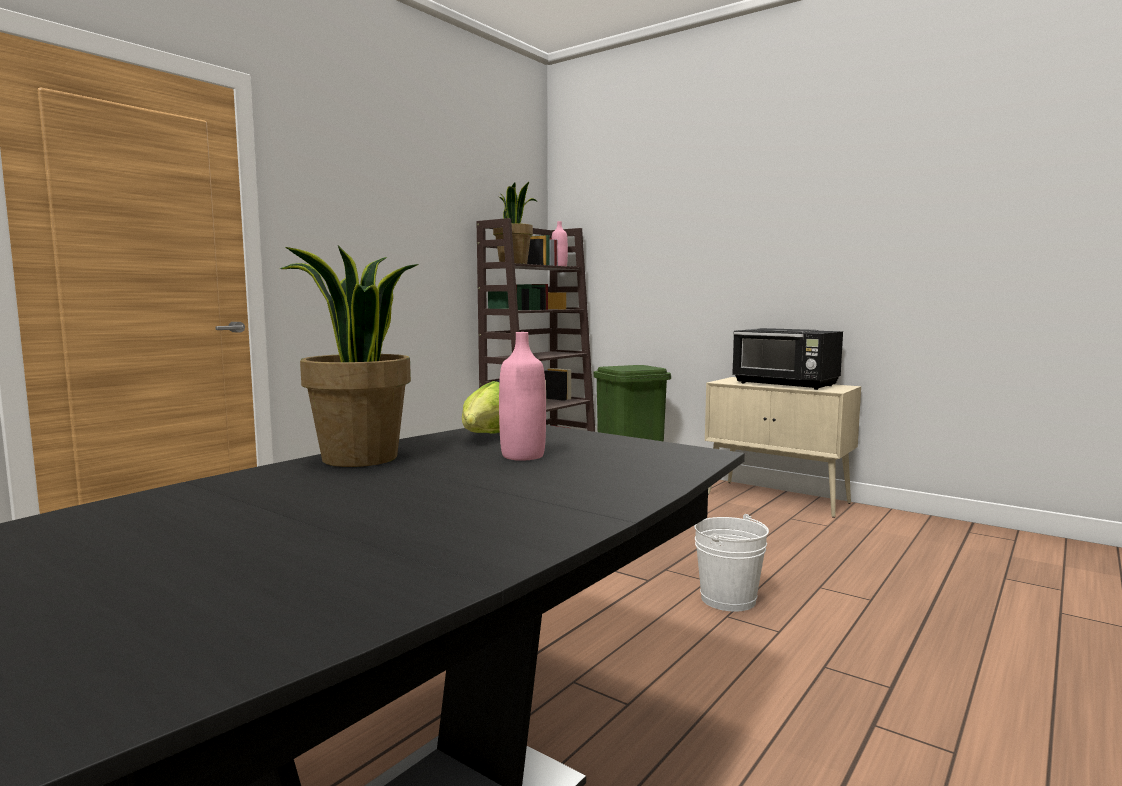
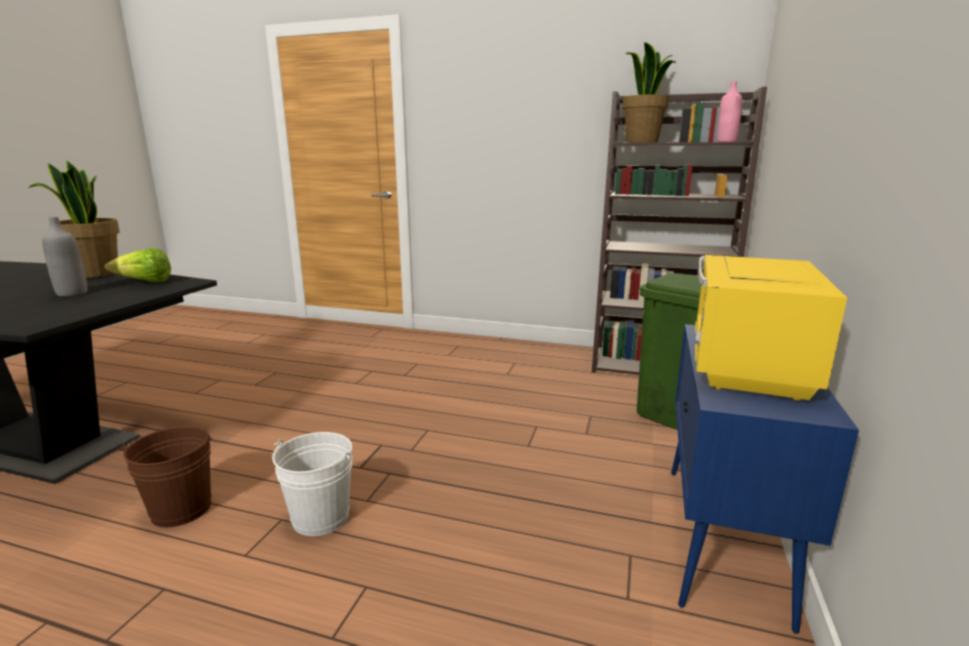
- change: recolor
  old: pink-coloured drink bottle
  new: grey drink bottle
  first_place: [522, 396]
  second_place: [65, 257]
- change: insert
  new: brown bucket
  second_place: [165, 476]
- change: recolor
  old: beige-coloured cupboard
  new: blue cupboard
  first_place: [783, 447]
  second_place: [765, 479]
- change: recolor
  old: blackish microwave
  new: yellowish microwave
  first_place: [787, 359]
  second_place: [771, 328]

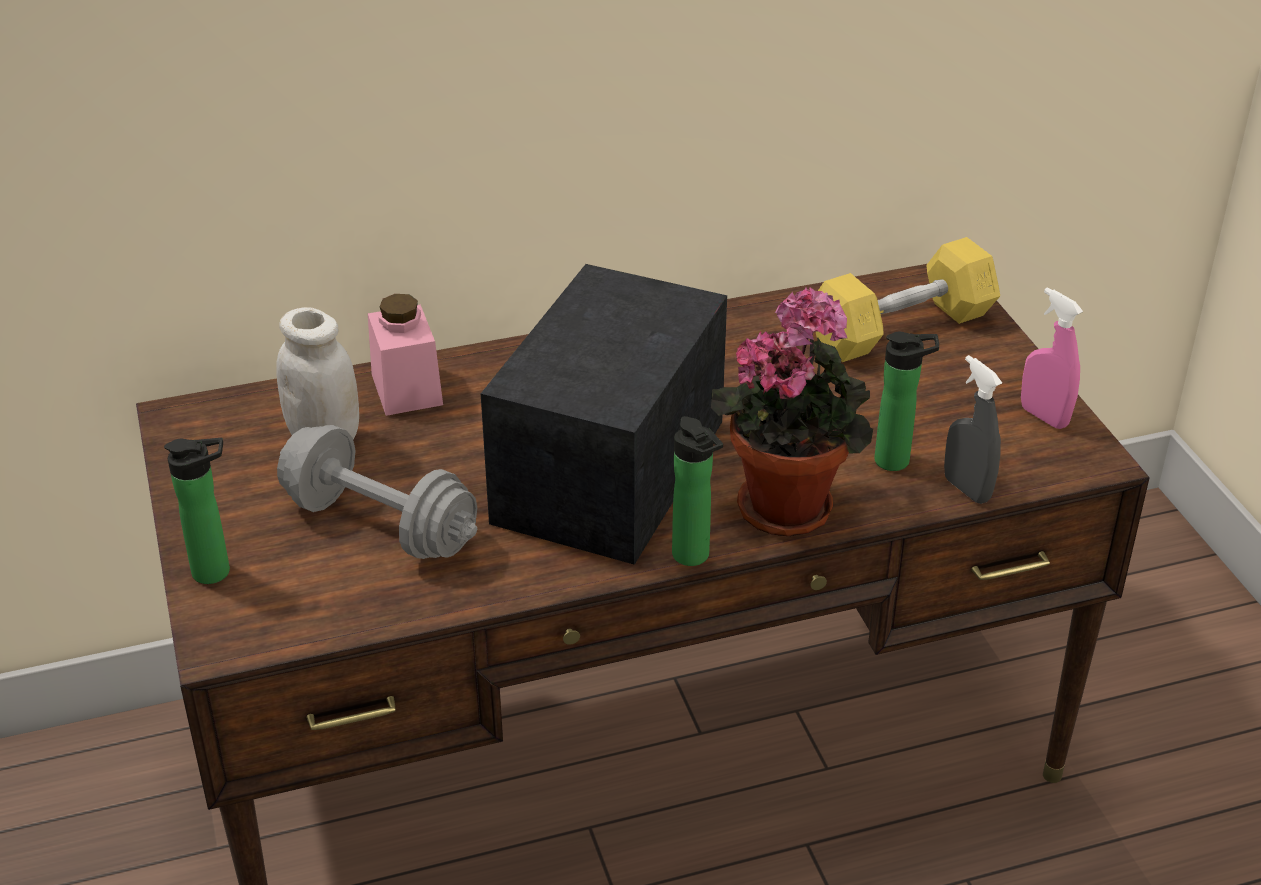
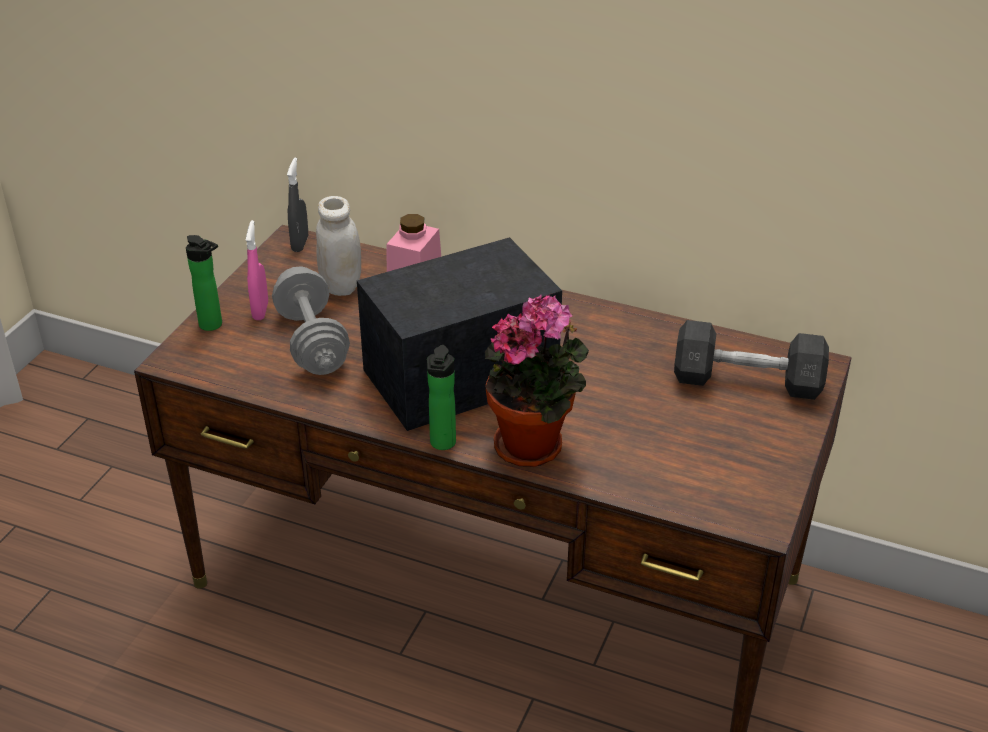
- change: move
  old: pink-coloured spray bottle
  first_place: [1052, 358]
  second_place: [257, 270]
- change: move
  old: grey spray bottle
  first_place: [973, 429]
  second_place: [297, 205]
- change: recolor
  old: yellowish hand weight
  new: grey hand weight
  first_place: [907, 299]
  second_place: [751, 360]
- change: delete
  old: drink bottle
  first_place: [906, 401]

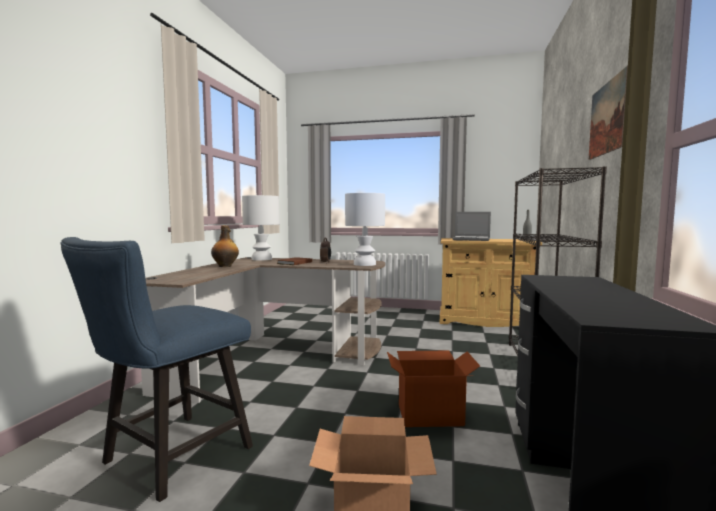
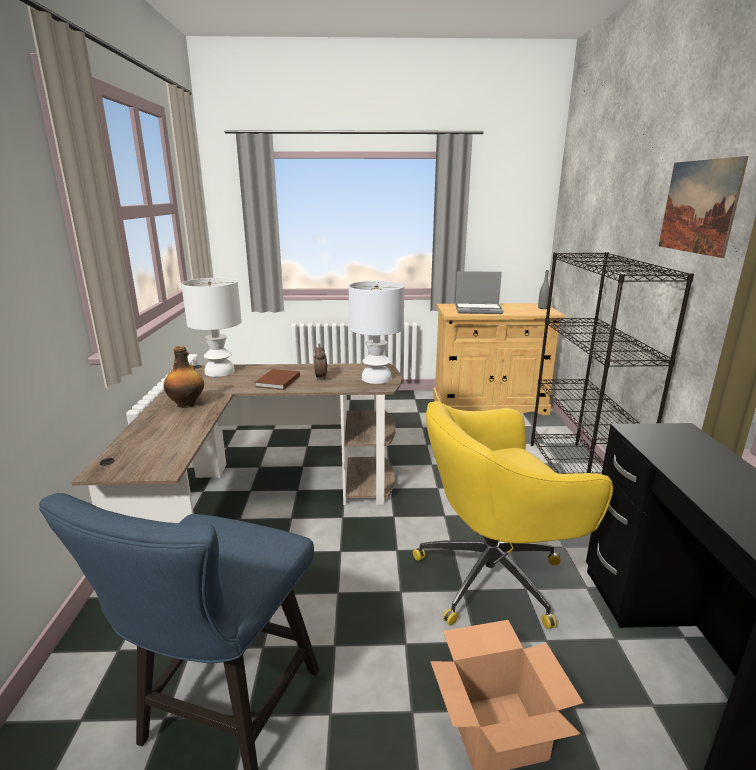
- change: replace
  old: packing box
  new: yellowish computer chair
  first_place: [433, 389]
  second_place: [513, 515]

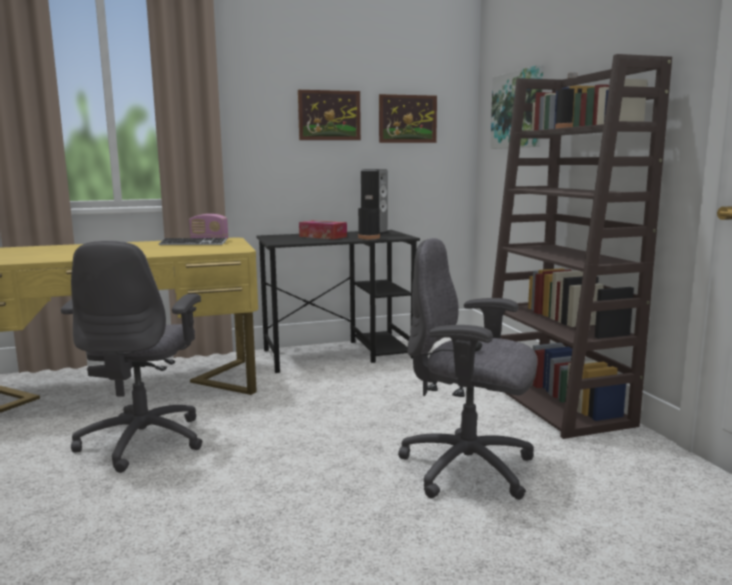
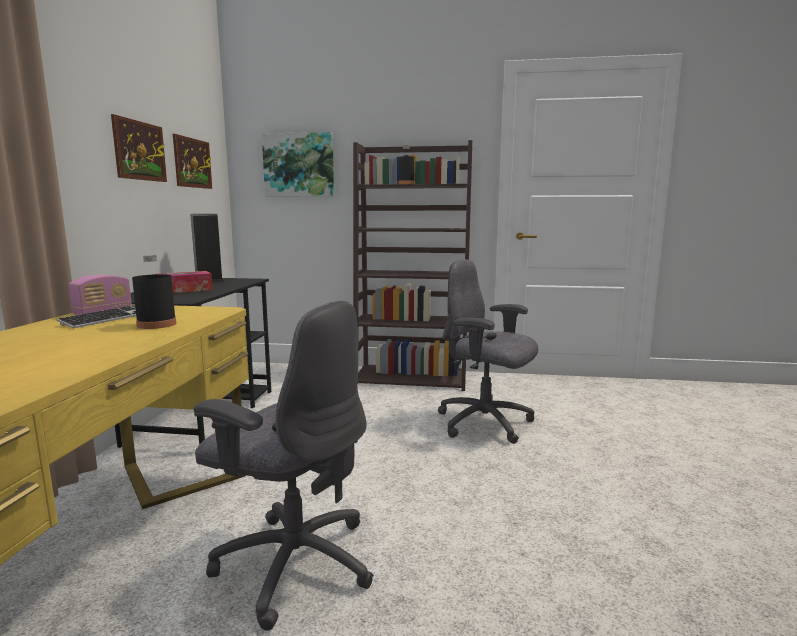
- change: move
  old: blackish drink bottle
  first_place: [369, 217]
  second_place: [154, 292]
- change: rotate
  old: grey computer chair
  first_place: [468, 369]
  second_place: [488, 351]
  degrees: 75

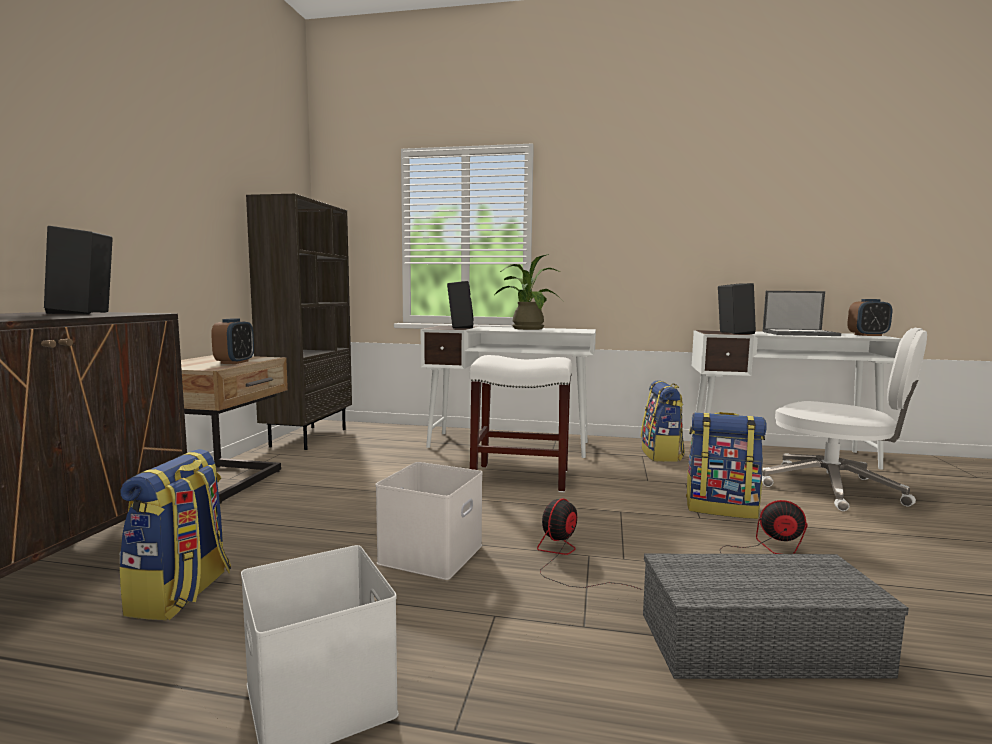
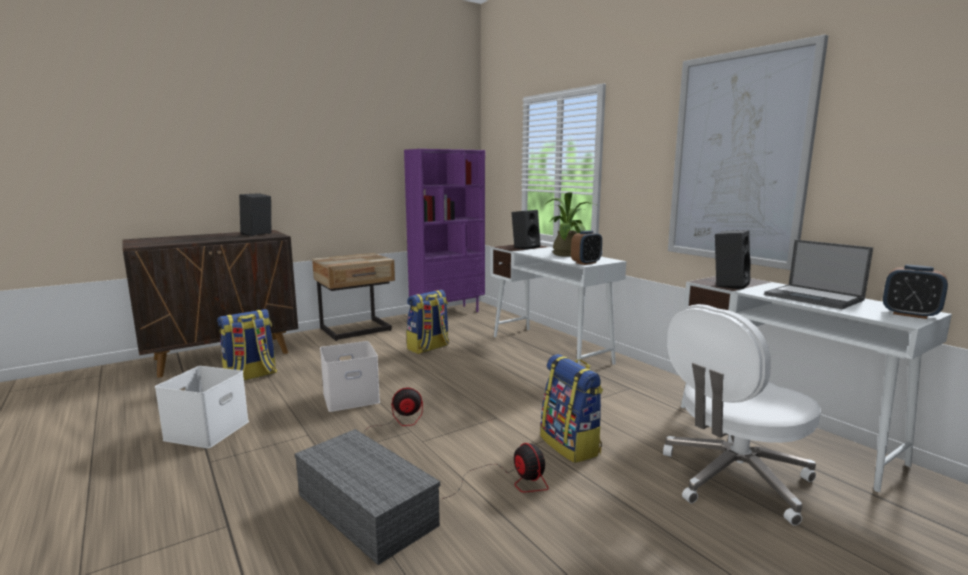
- change: recolor
  old: brown bookshelf
  new: purplish bookshelf
  first_place: [299, 322]
  second_place: [444, 230]
- change: move
  old: rucksack
  first_place: [663, 421]
  second_place: [428, 322]
- change: move
  old: bedside clock
  first_place: [232, 341]
  second_place: [586, 247]
- change: rotate
  old: white computer chair
  first_place: [844, 419]
  second_place: [742, 415]
  degrees: 60
- change: insert
  new: wall art
  second_place: [748, 152]
- change: delete
  old: white stool
  first_place: [521, 423]

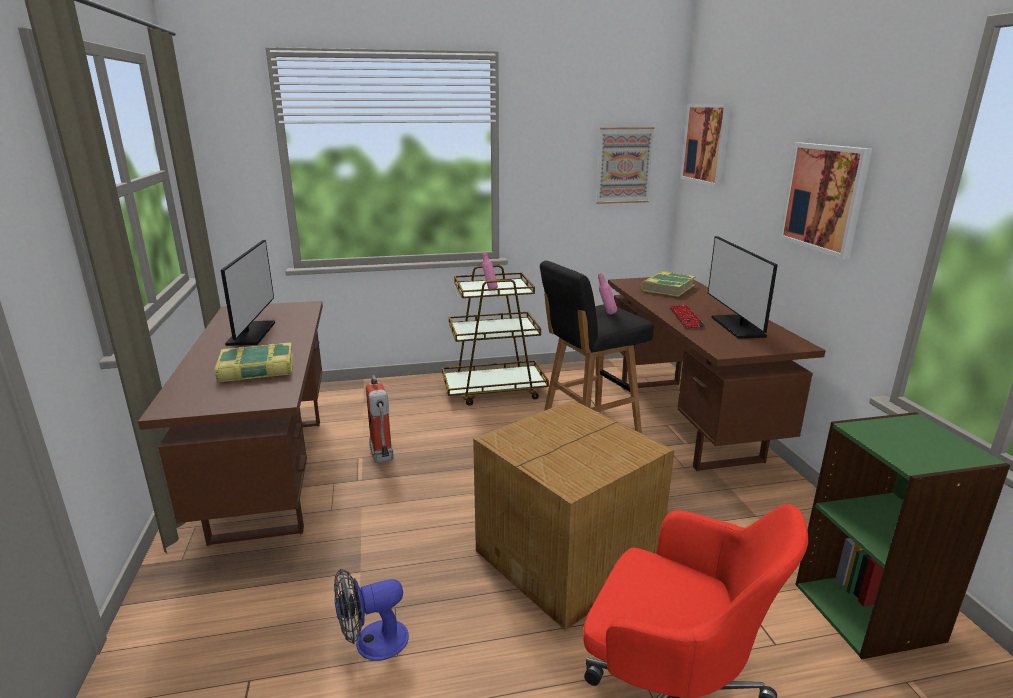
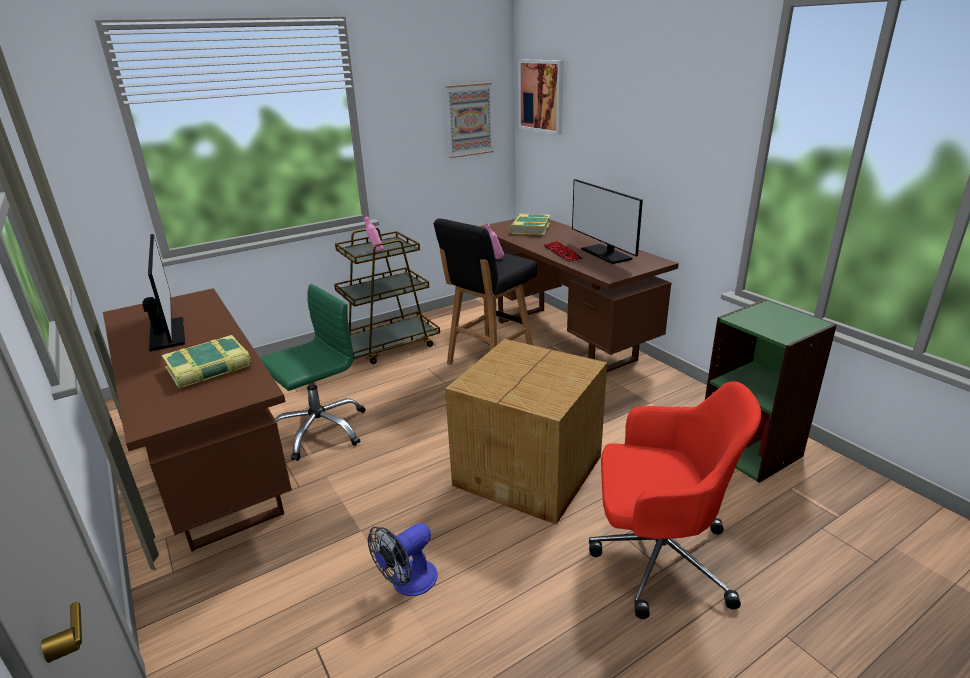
- change: replace
  old: fire-fighting cylinder
  new: green computer chair
  first_place: [380, 419]
  second_place: [312, 372]
- change: delete
  old: wall art
  first_place: [825, 200]

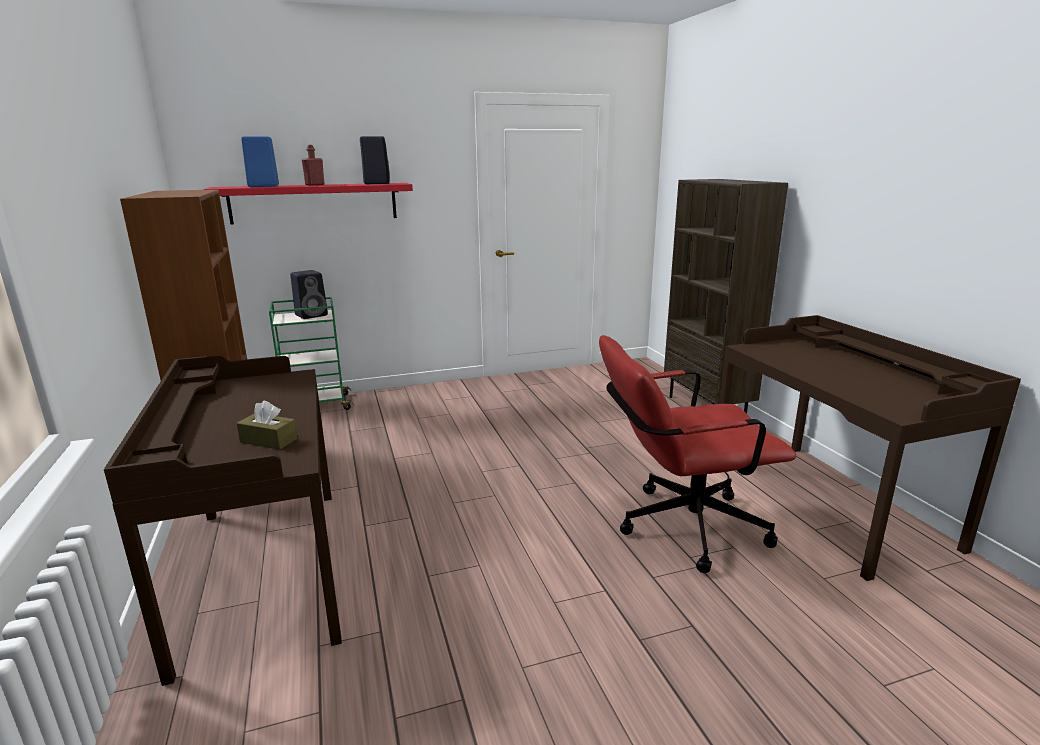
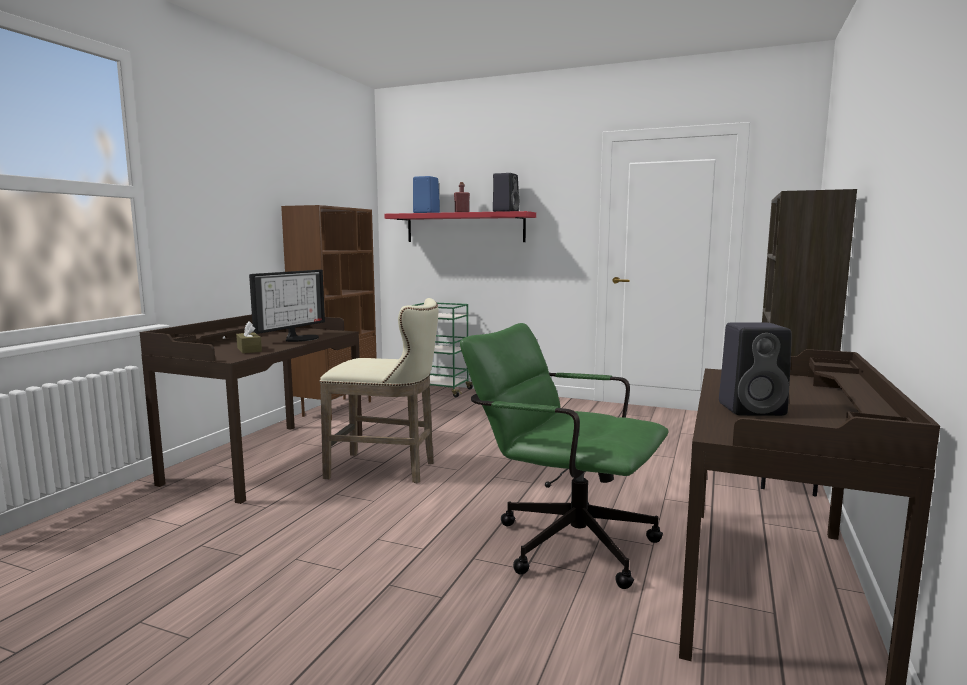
- change: insert
  new: monitor
  second_place: [287, 306]
- change: insert
  new: beige-coloured stool
  second_place: [379, 390]
- change: recolor
  old: red computer chair
  new: green computer chair
  first_place: [697, 454]
  second_place: [564, 456]
- change: move
  old: blackish loudspeaker
  first_place: [309, 294]
  second_place: [755, 369]

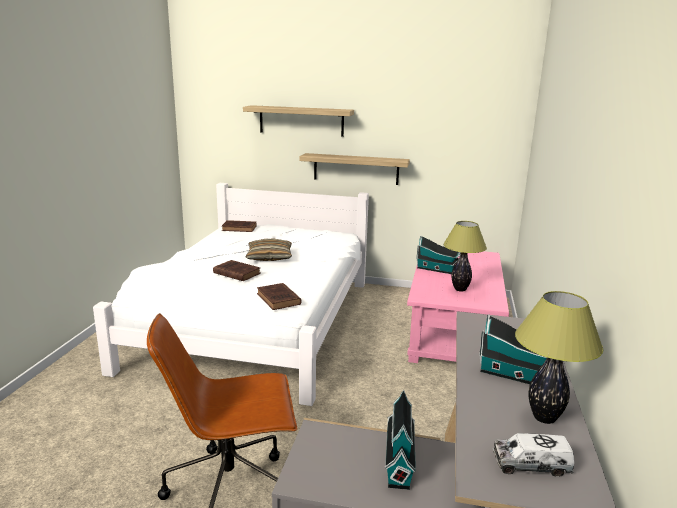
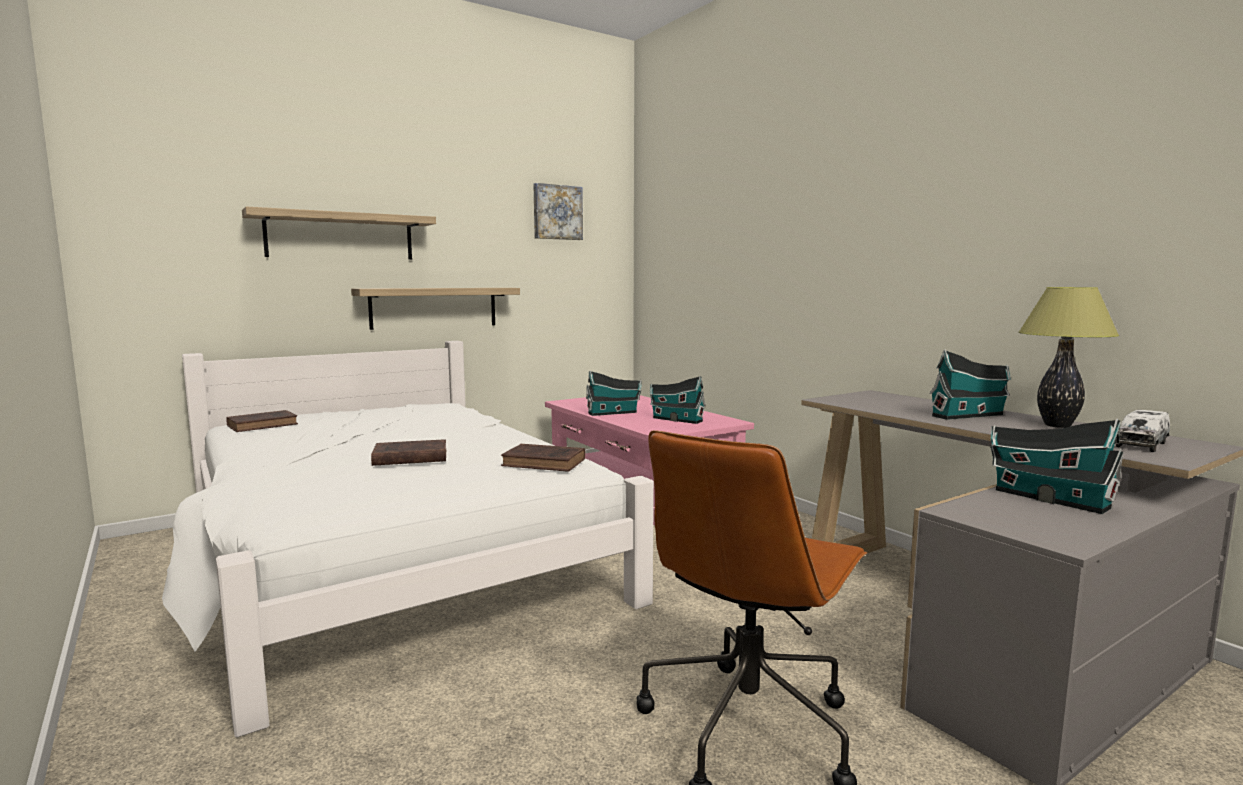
- change: insert
  new: wall art
  second_place: [558, 211]
- change: replace
  old: lamp for a table
  new: toy house
  first_place: [465, 256]
  second_place: [678, 400]
- change: delete
  old: throw pillow
  first_place: [268, 249]

